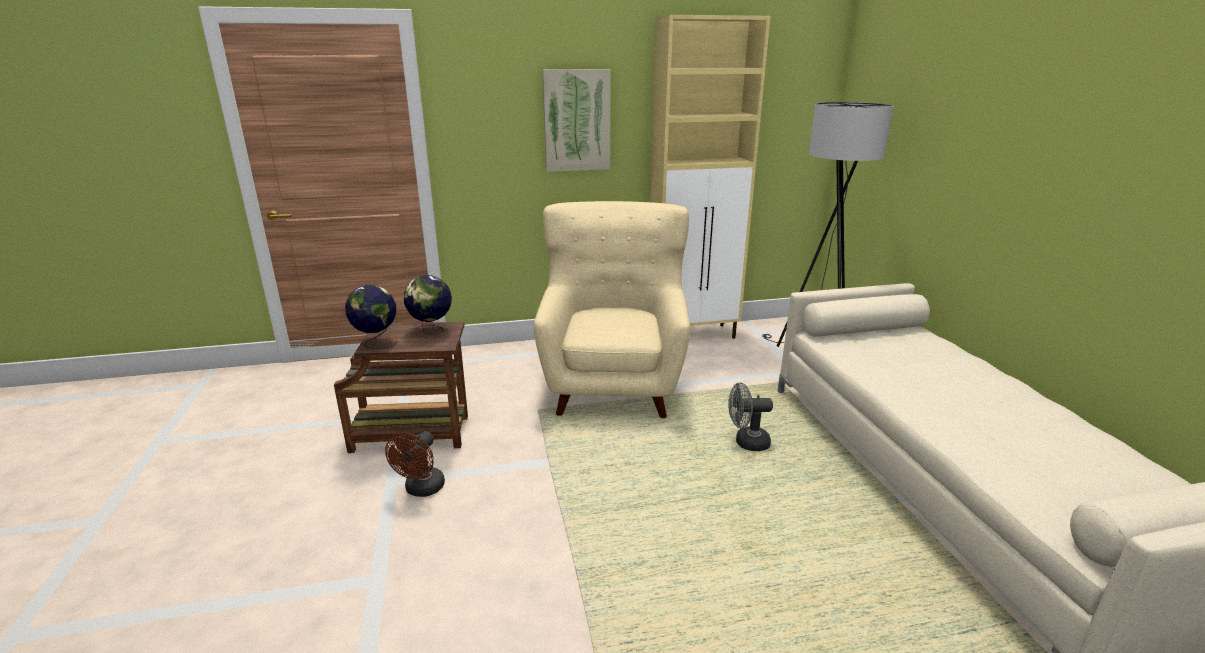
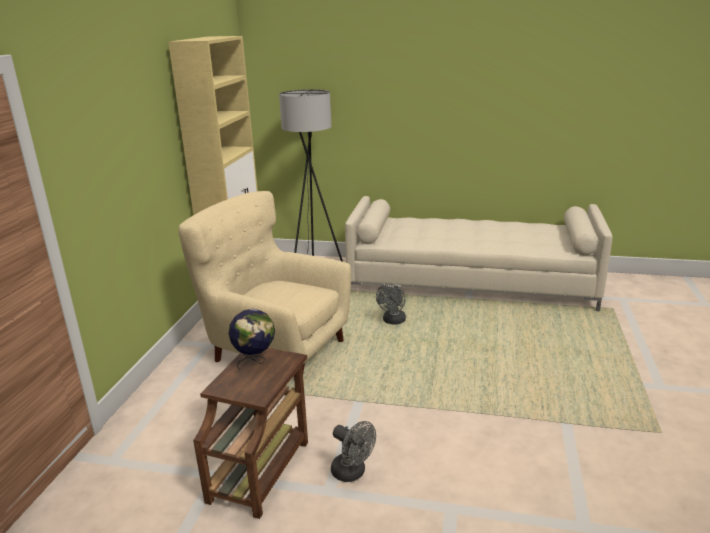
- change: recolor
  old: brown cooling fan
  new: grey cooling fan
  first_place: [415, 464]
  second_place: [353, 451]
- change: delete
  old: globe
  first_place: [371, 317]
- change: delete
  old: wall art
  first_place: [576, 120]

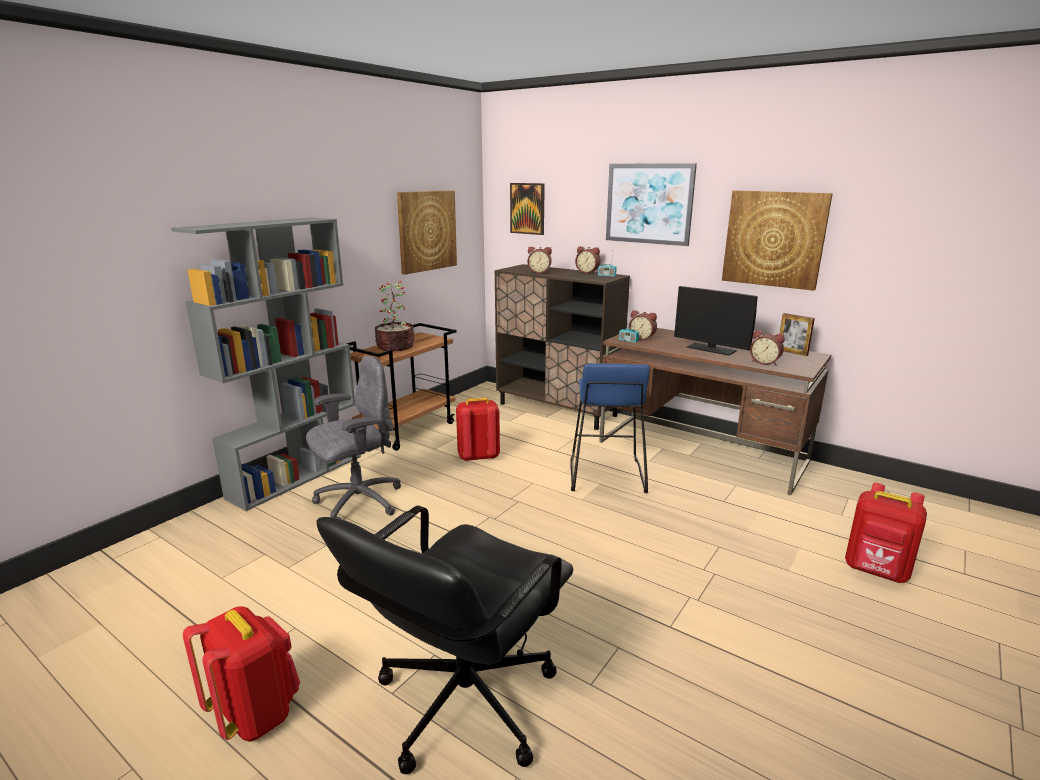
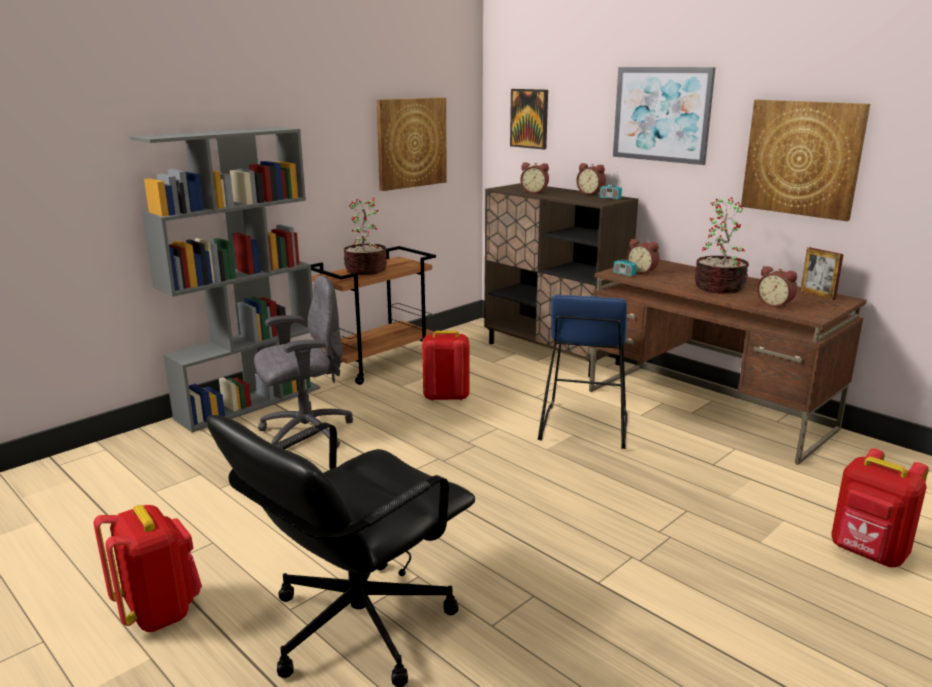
- change: replace
  old: monitor
  new: potted plant
  first_place: [716, 321]
  second_place: [721, 245]

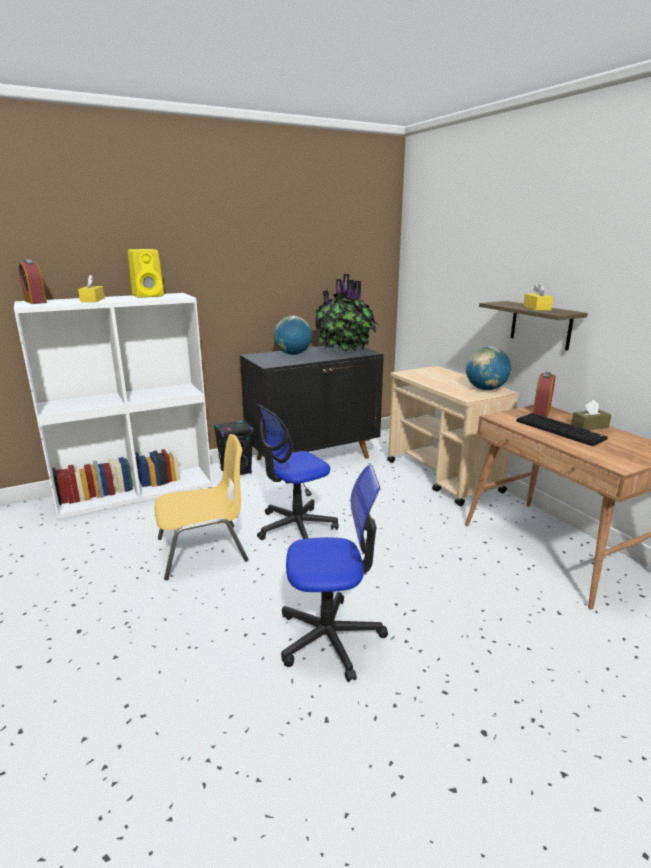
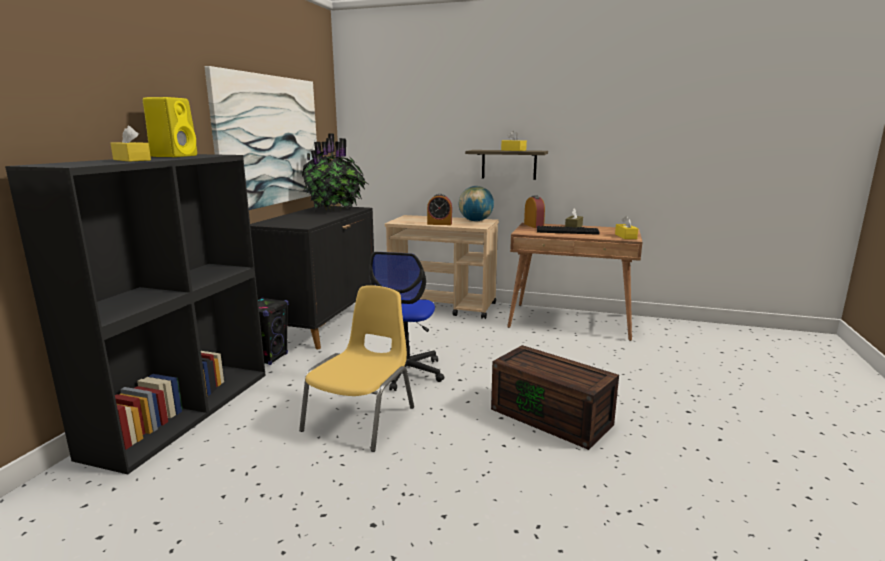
- change: recolor
  old: white bookshelf
  new: blackish bookshelf
  first_place: [113, 406]
  second_place: [135, 314]
- change: insert
  new: wall art
  second_place: [261, 138]
- change: move
  old: bedside clock
  first_place: [33, 282]
  second_place: [439, 209]
- change: replace
  old: computer chair
  new: brown storage container
  first_place: [334, 573]
  second_place: [555, 397]
- change: insert
  new: yellowish box of tissues
  second_place: [626, 227]
- change: delete
  old: globe
  first_place: [293, 335]

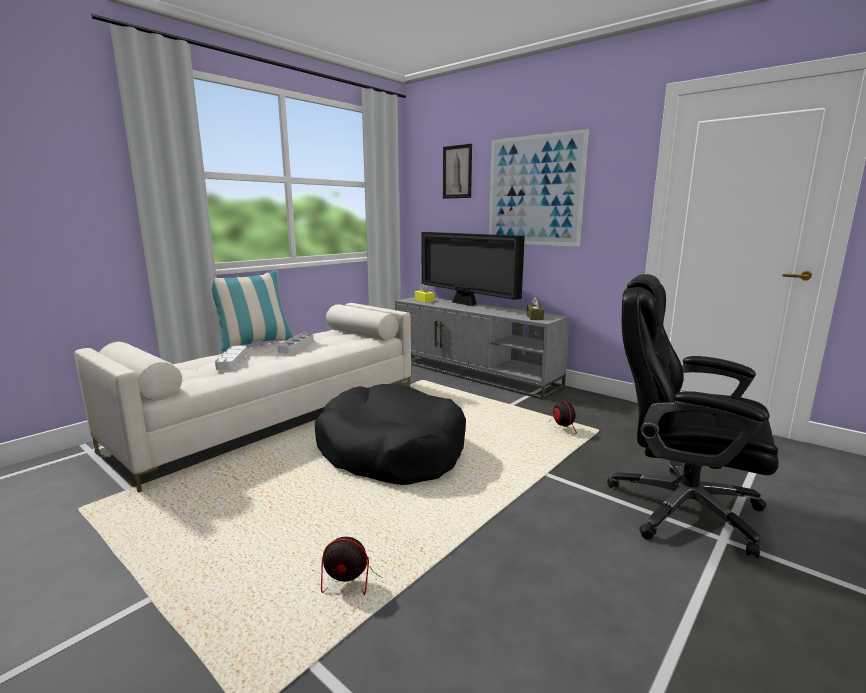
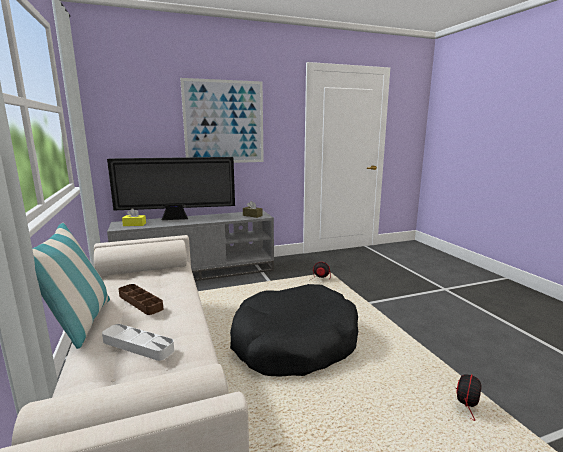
- change: recolor
  old: white serving tray
  new: brown serving tray
  first_place: [295, 343]
  second_place: [141, 299]
- change: delete
  old: wall art
  first_place: [457, 171]
- change: delete
  old: blackish computer chair
  first_place: [693, 416]

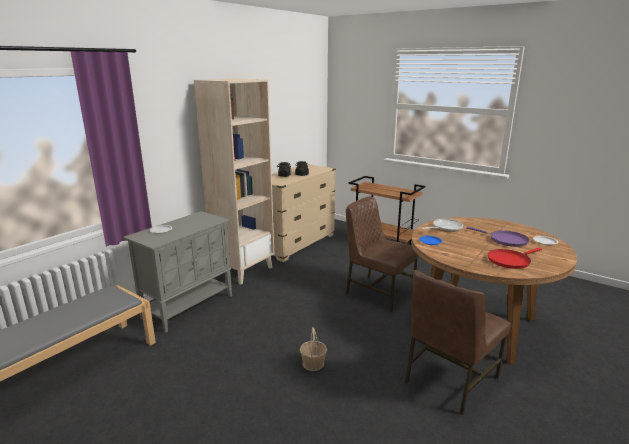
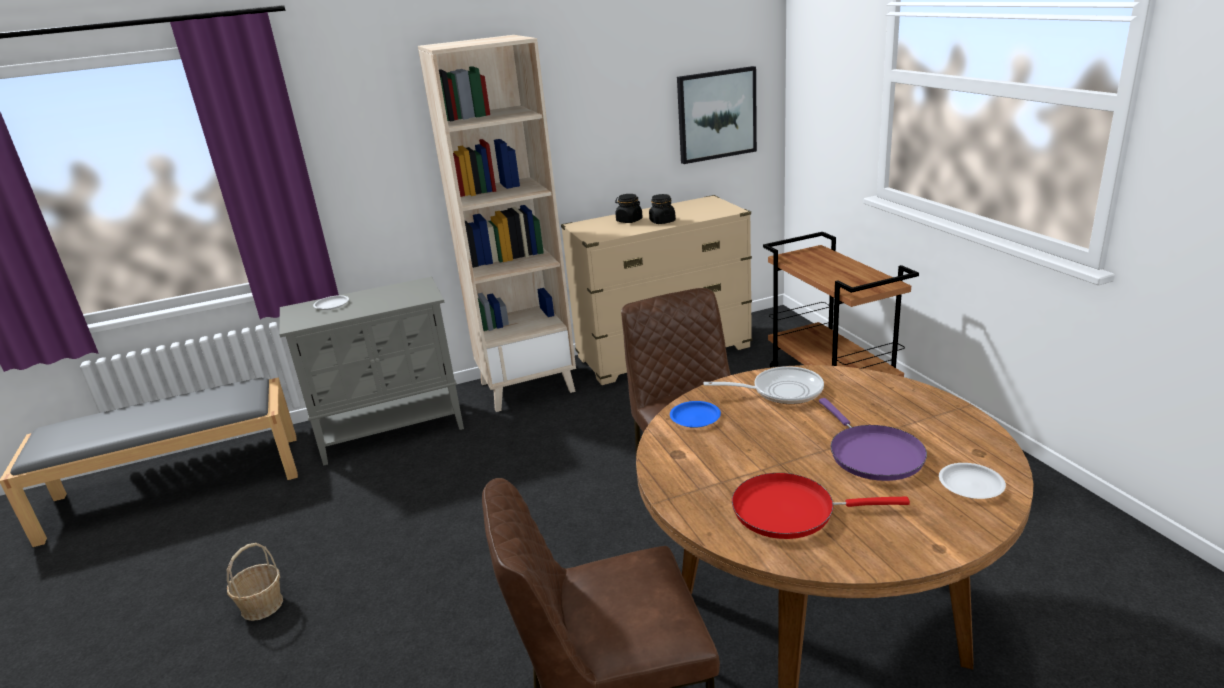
- change: move
  old: storage basket
  first_place: [313, 349]
  second_place: [255, 582]
- change: insert
  new: wall art
  second_place: [717, 115]

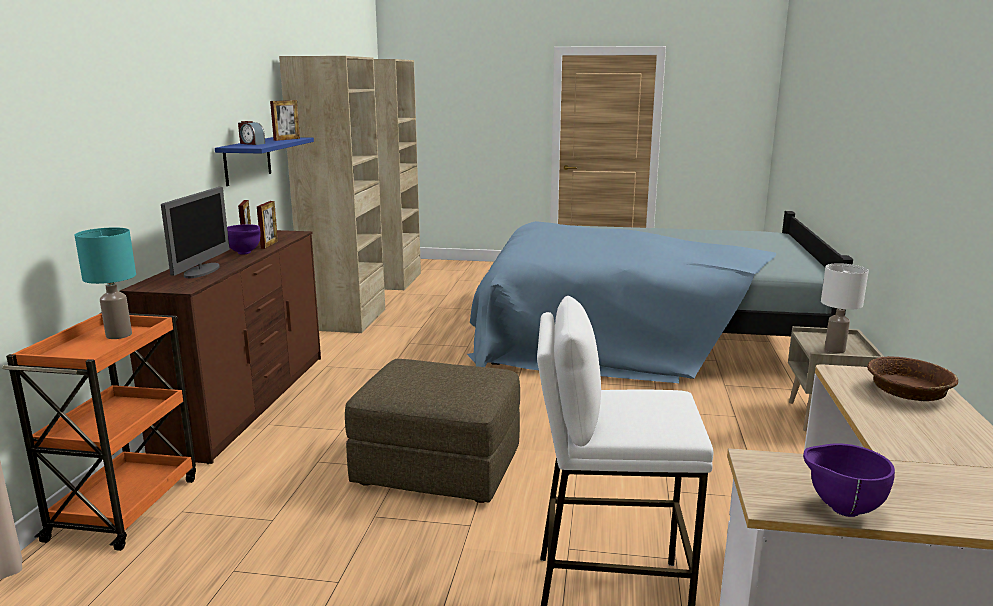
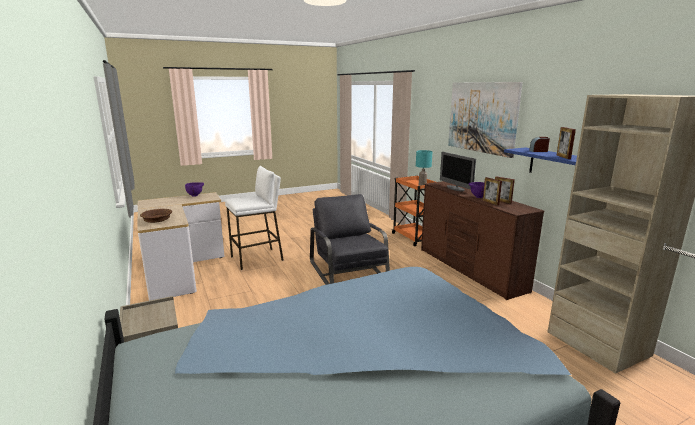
- change: replace
  old: brown pouffe
  new: grey armchair
  first_place: [432, 431]
  second_place: [350, 239]
- change: insert
  new: wall art
  second_place: [485, 120]
- change: delete
  old: white lamp for a table
  first_place: [845, 308]

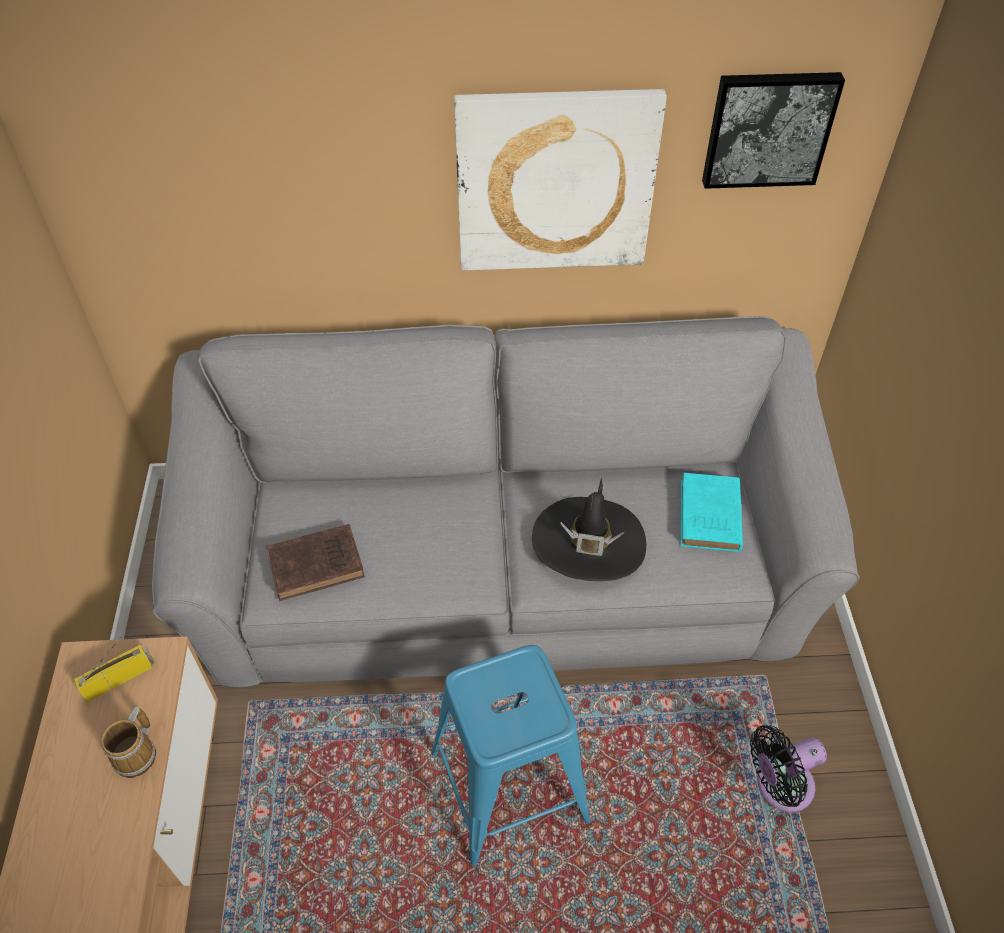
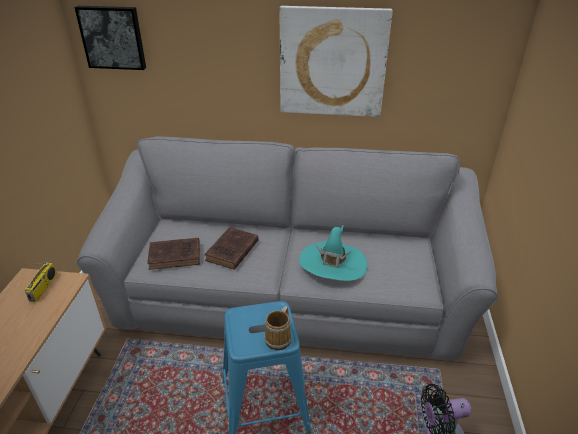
- change: rotate
  old: radio receiver
  first_place: [114, 669]
  second_place: [39, 282]
  degrees: 120
- change: move
  old: wall art
  first_place: [773, 130]
  second_place: [110, 38]
- change: insert
  new: brown bound book
  second_place: [231, 248]
- change: move
  old: mug
  first_place: [128, 742]
  second_place: [278, 328]
- change: recolor
  old: blackish hat
  new: turquoise hat
  first_place: [589, 529]
  second_place: [333, 253]
- change: delete
  old: turquoise bound book
  first_place: [712, 512]

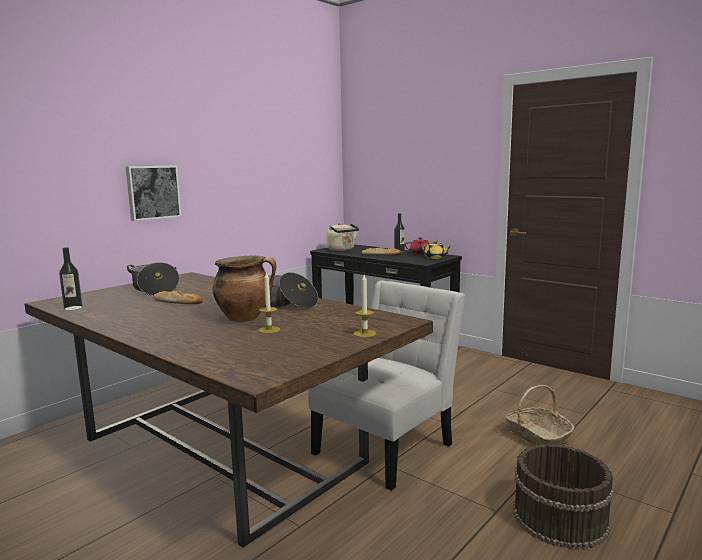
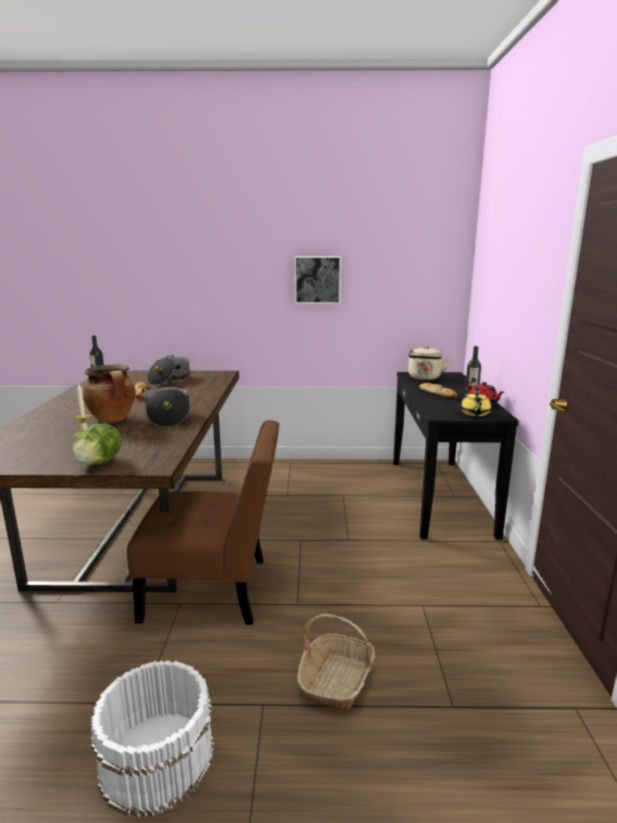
- change: replace
  old: candle
  new: head of lettuce
  first_place: [364, 306]
  second_place: [97, 444]
- change: recolor
  old: brown bucket
  new: white bucket
  first_place: [563, 497]
  second_place: [153, 738]
- change: recolor
  old: white plain chair
  new: brown plain chair
  first_place: [387, 385]
  second_place: [203, 522]
- change: move
  old: wall art
  first_place: [153, 193]
  second_place: [317, 280]

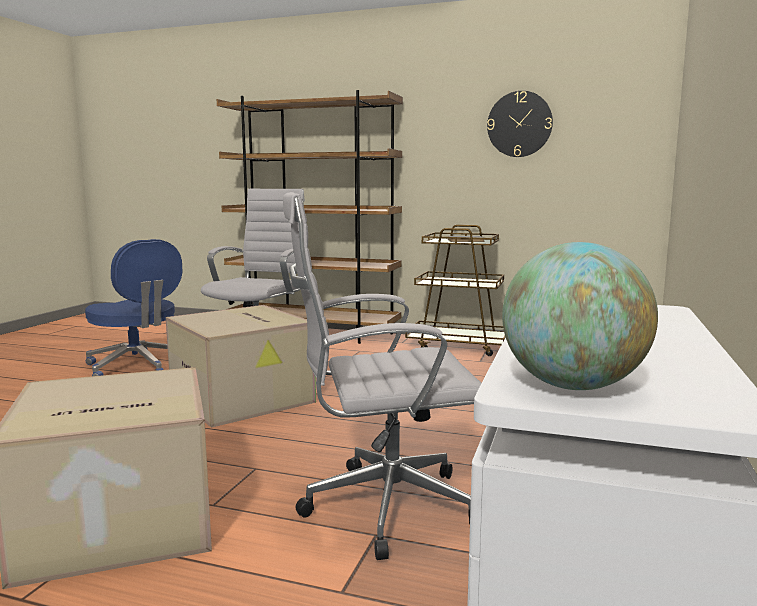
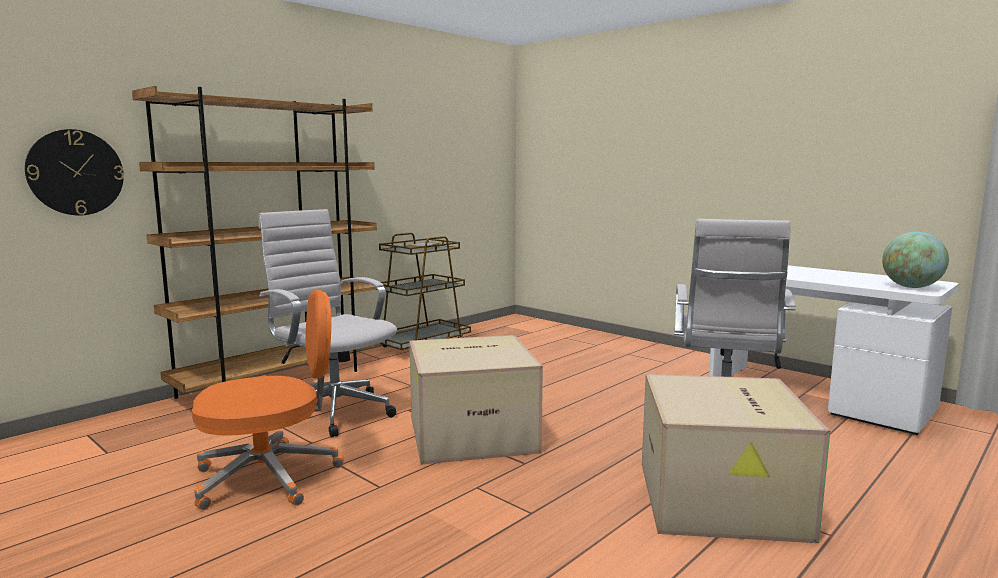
- change: move
  old: wall clock
  first_place: [520, 124]
  second_place: [74, 172]
- change: recolor
  old: blue computer chair
  new: orangey computer chair
  first_place: [133, 307]
  second_place: [268, 400]

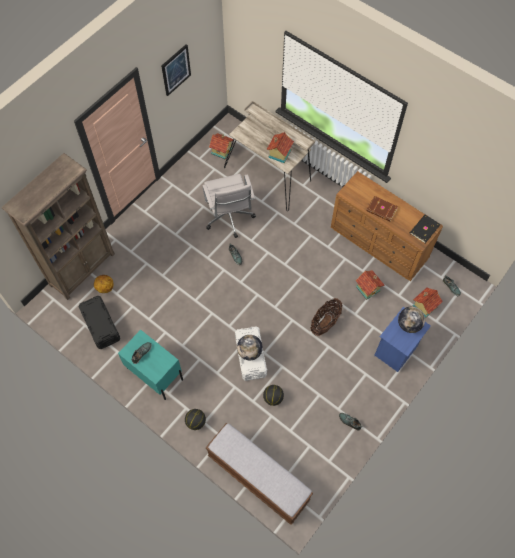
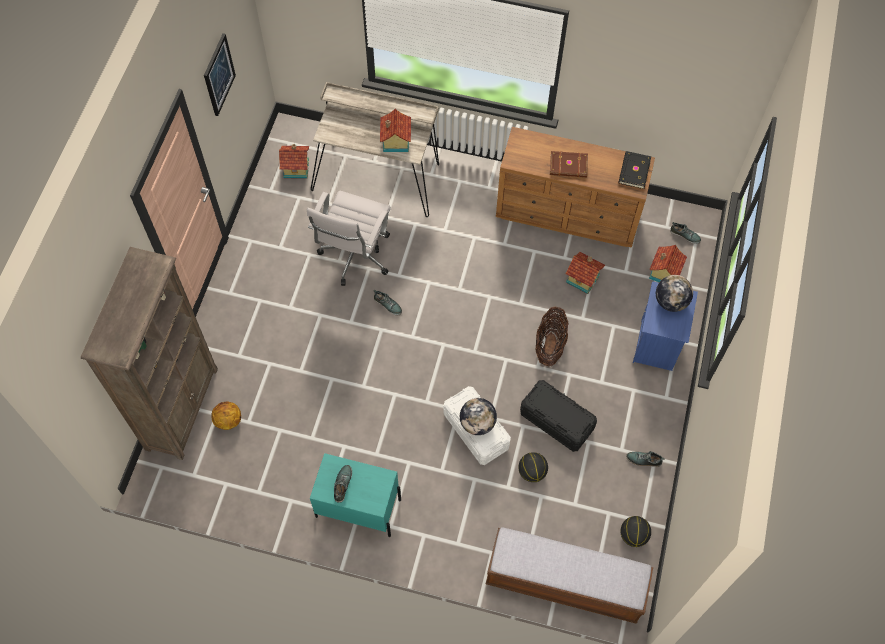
- change: rotate
  old: white computer chair
  first_place: [229, 206]
  second_place: [349, 238]
  degrees: 60
- change: move
  old: blackish storage container
  first_place: [99, 322]
  second_place: [558, 416]
- change: move
  old: basketball
  first_place: [195, 419]
  second_place: [636, 531]

